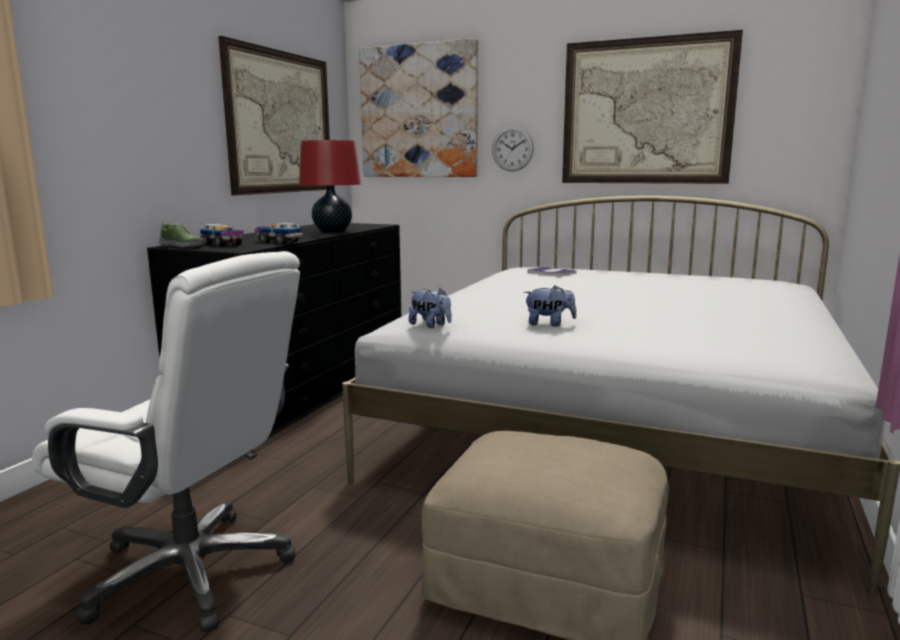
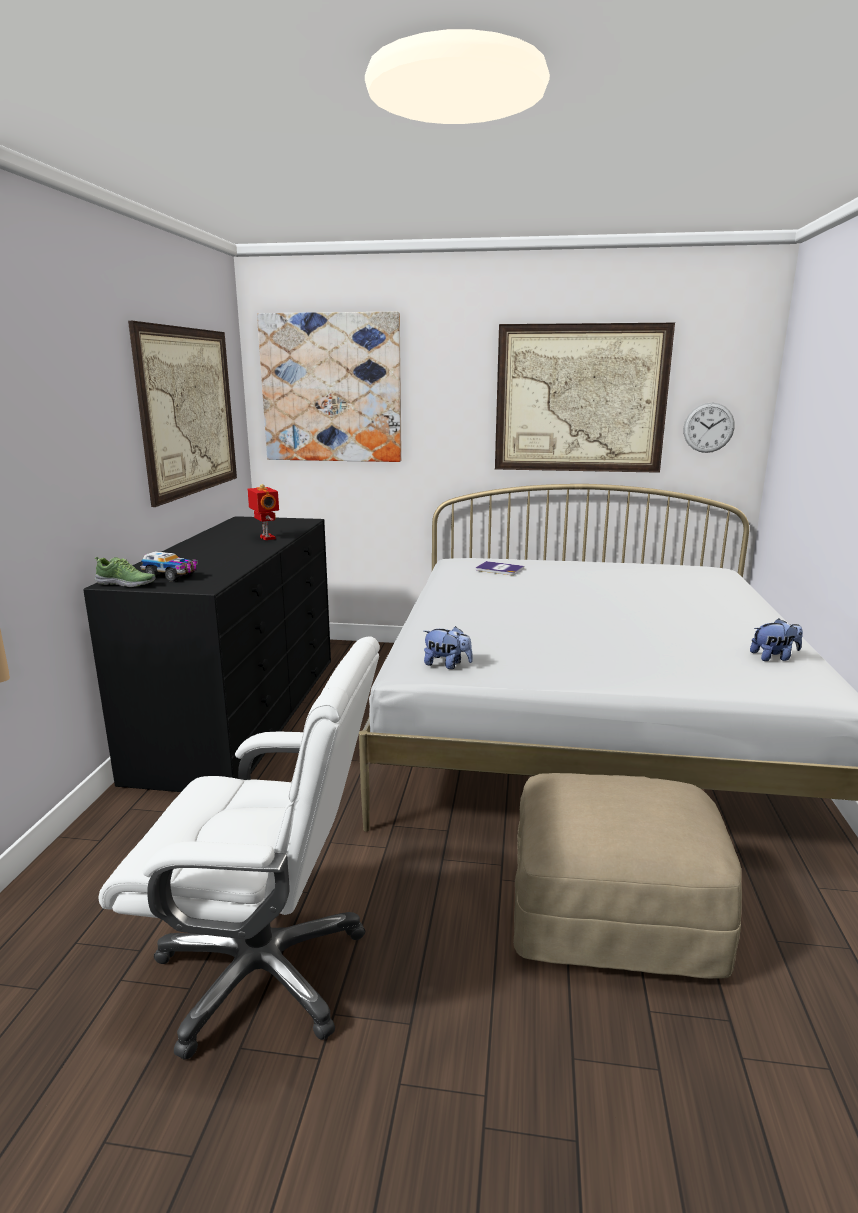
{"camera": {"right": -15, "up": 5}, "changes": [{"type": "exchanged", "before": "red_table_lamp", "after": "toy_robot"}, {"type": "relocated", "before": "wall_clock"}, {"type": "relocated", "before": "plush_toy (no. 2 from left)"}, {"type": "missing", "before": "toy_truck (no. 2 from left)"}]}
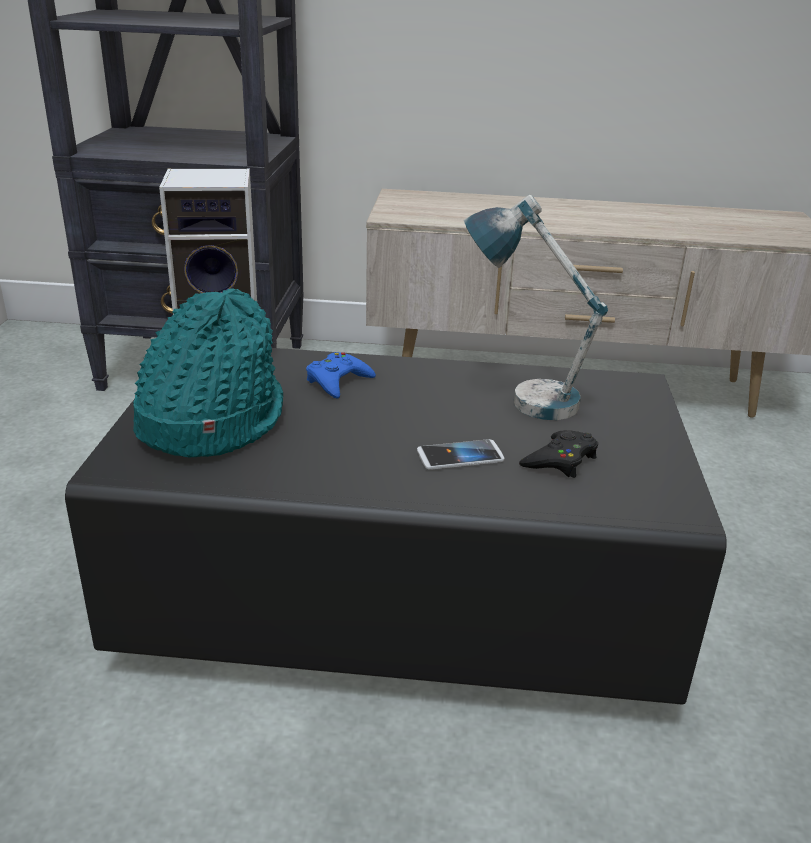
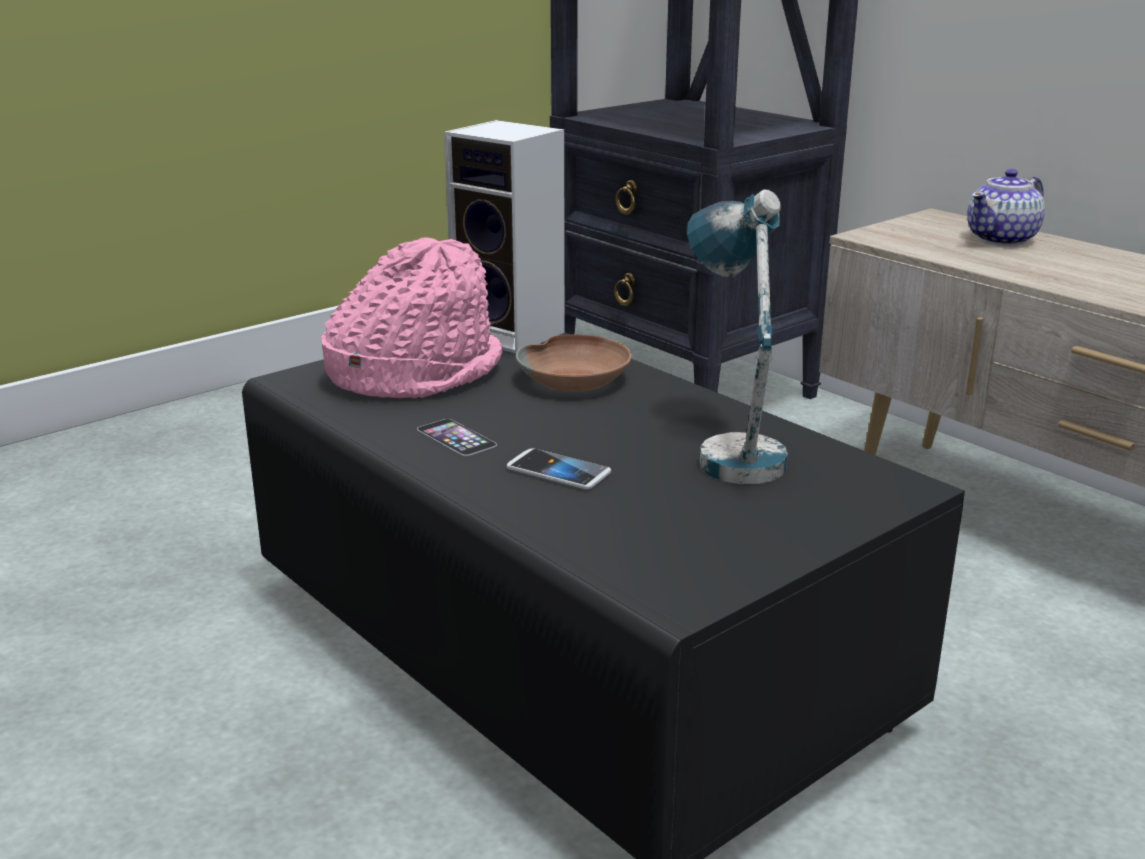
{"camera": {"right": 45, "up": -5}, "changes": [{"type": "colour", "before": "turquoise_hat", "after": "pink_hat"}, {"type": "appeared", "after": "phone (no. 1 from left)"}, {"type": "exchanged", "before": "blue_game_controller", "after": "brown_bowl"}, {"type": "appeared", "after": "teapot"}, {"type": "missing", "before": "black_game_controller"}]}
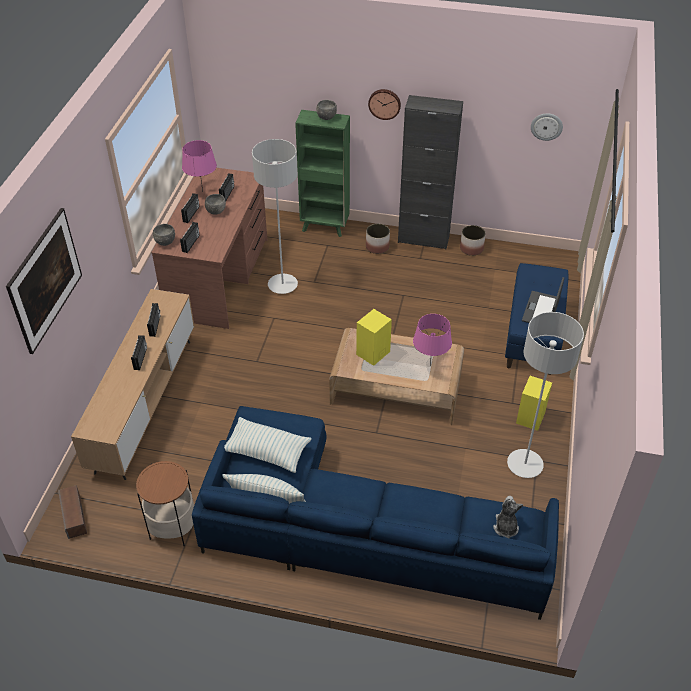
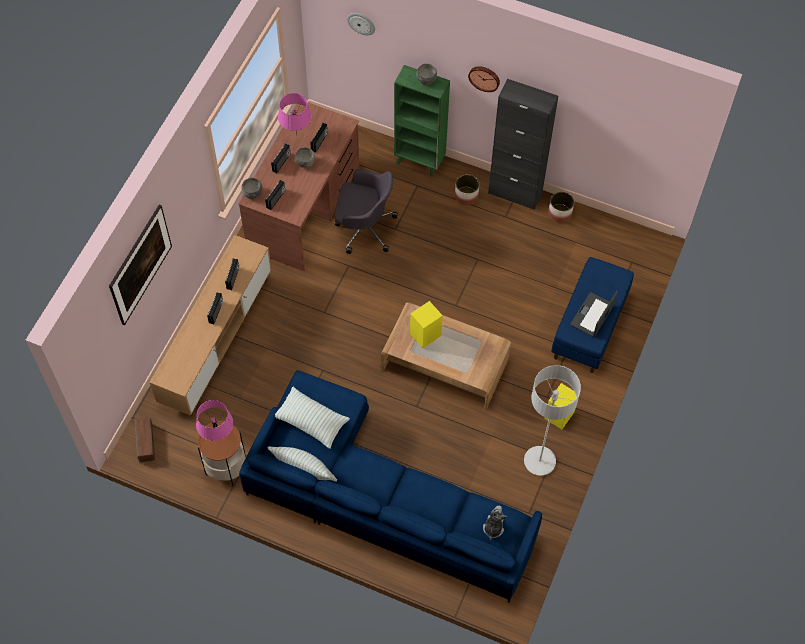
{"camera": {"right": 10, "up": 15}, "changes": [{"type": "relocated", "before": "pink_table_lamp (no. 2 from left in the first image)", "after": "pink_table_lamp (no. 1 from left)"}, {"type": "exchanged", "before": "grey_floor_lamp (no. 1 from left)", "after": "grey_office_chair"}, {"type": "relocated", "before": "wall_clock (no. 2 from left in the first image)", "after": "wall_clock (no. 1 from left)"}]}
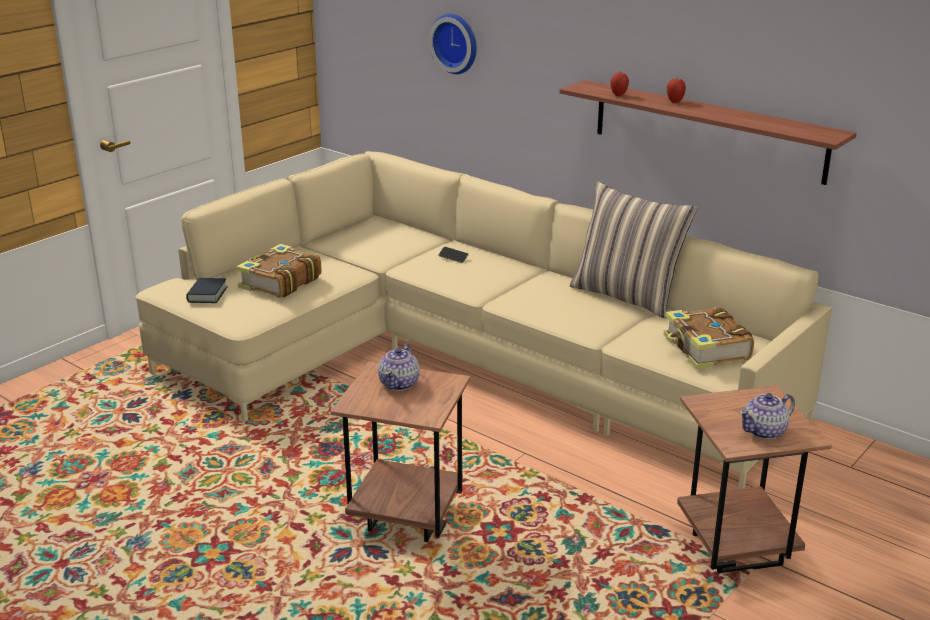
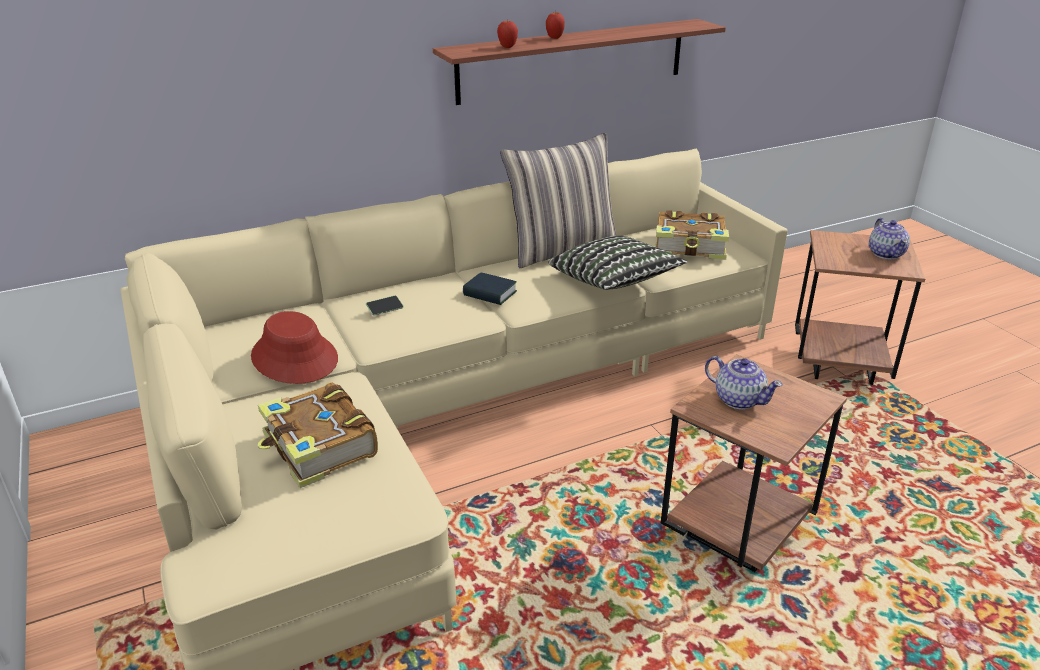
{"camera": {"right": -65, "up": 5}, "changes": [{"type": "appeared", "after": "red_hat"}, {"type": "relocated", "before": "book (no. 1 from left in the first image)", "after": "book (no. 2 from left)"}, {"type": "appeared", "after": "pillow (no. 2 from left)"}, {"type": "missing", "before": "wall_clock"}]}
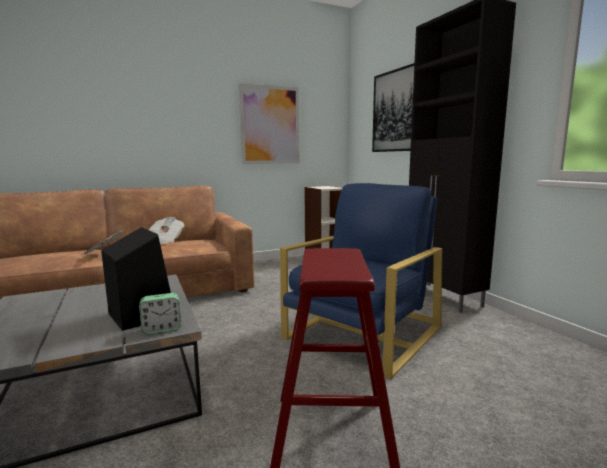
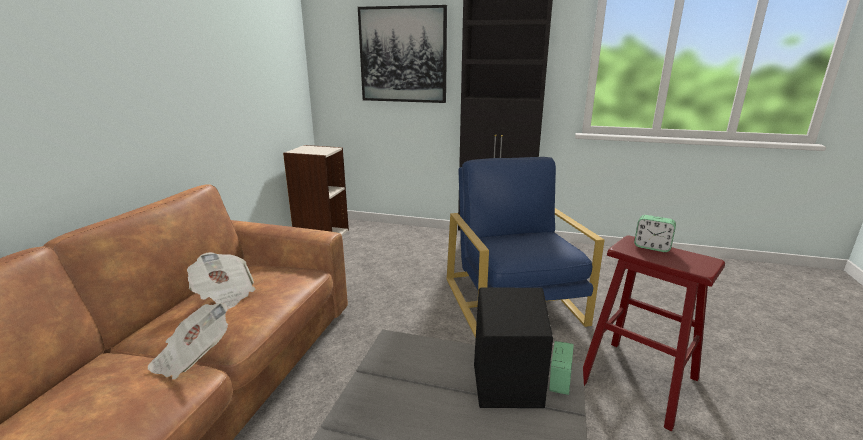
{"camera": {"right": -50, "up": 10}, "changes": [{"type": "appeared", "after": "alarm_clock (no. 2 from left)"}, {"type": "missing", "before": "picture (no. 1 from left)"}]}
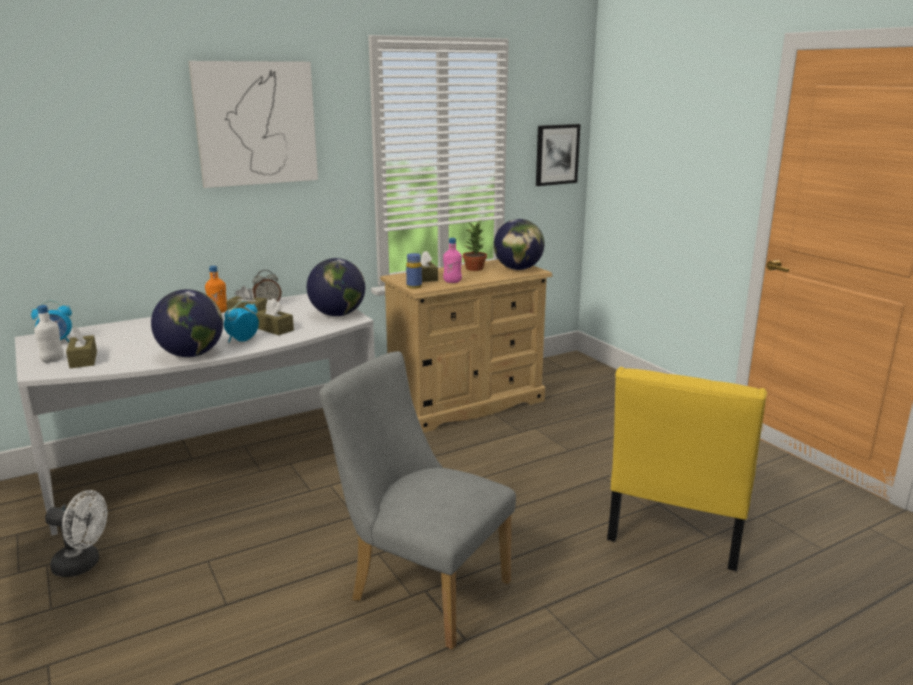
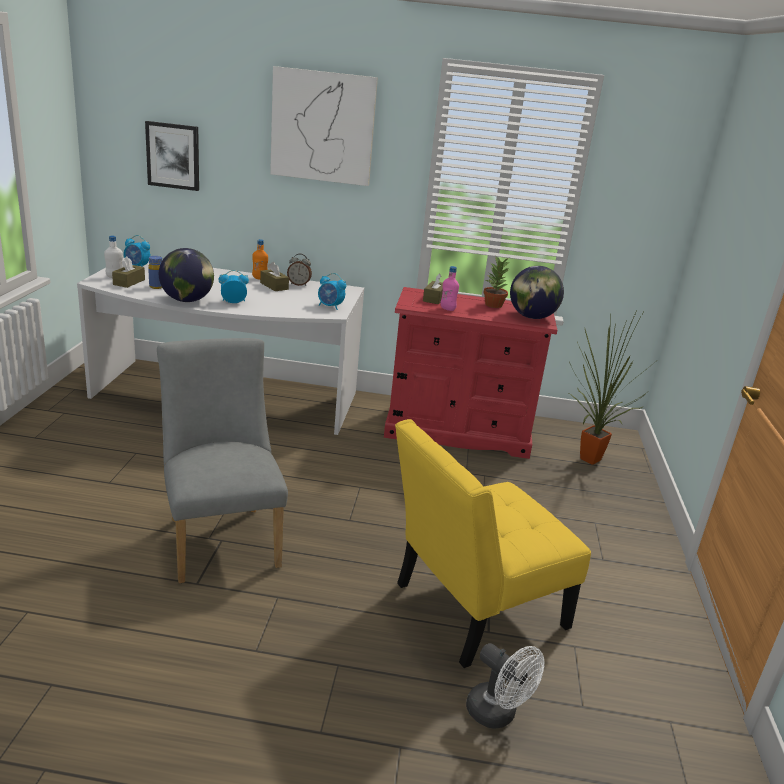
{"camera": {"right": 35, "up": 5}, "changes": [{"type": "relocated", "before": "picture (no. 2 from left in the first image)", "after": "picture (no. 1 from left)"}, {"type": "relocated", "before": "blue_bottle"}, {"type": "exchanged", "before": "globe (no. 2 from left)", "after": "alarm_clock (no. 4 from left)"}, {"type": "colour", "before": "beige_dresser", "after": "red_dresser"}, {"type": "relocated", "before": "white_fan"}, {"type": "appeared", "after": "potted_plant (no. 2 from left)"}, {"type": "missing", "before": "brown_tissue_box (no. 3 from left)"}]}
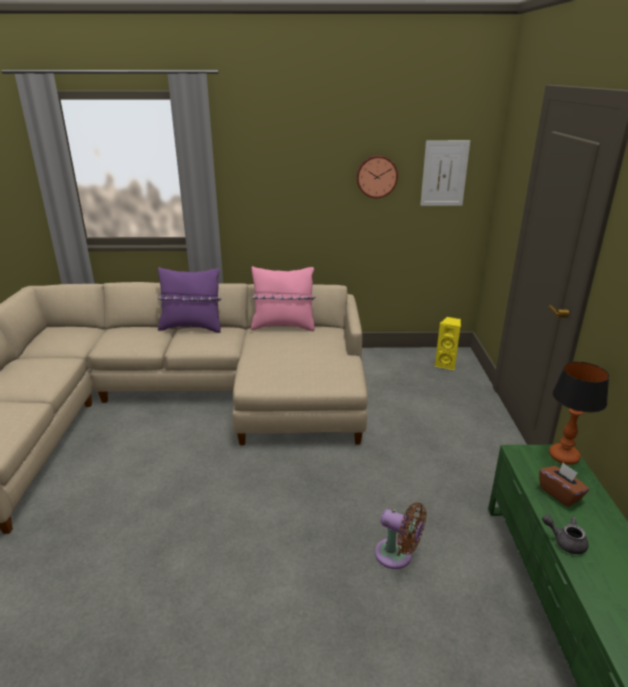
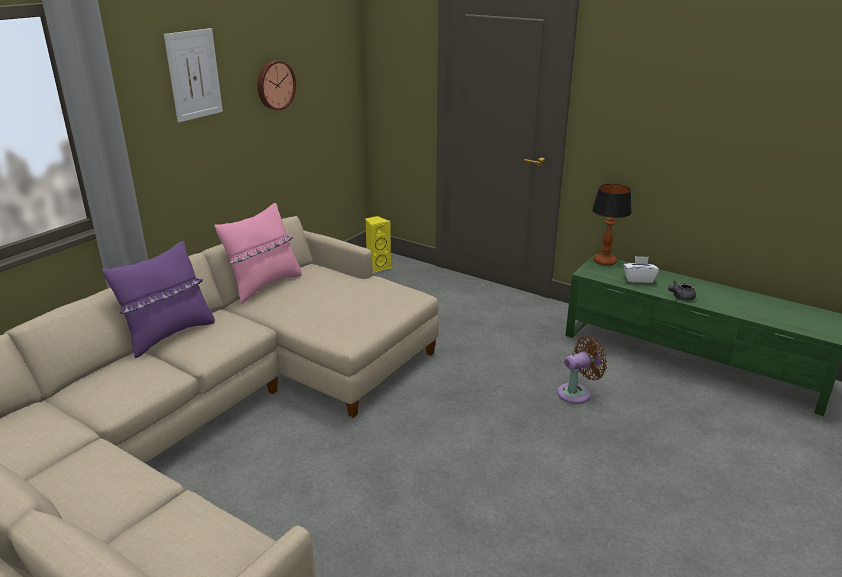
{"camera": {"right": -55, "up": 0}, "changes": [{"type": "relocated", "before": "picture"}, {"type": "colour", "before": "brown_tissue_box", "after": "white_tissue_box"}]}
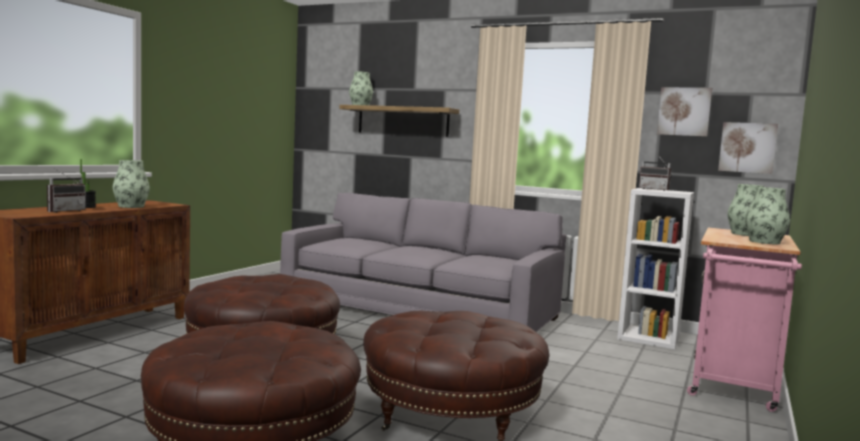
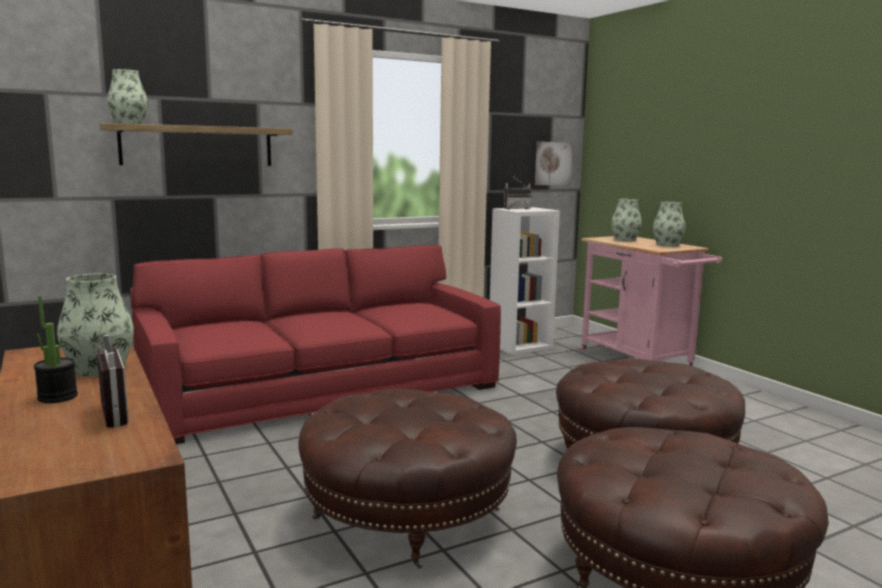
{"camera": {"right": -55, "up": 5}, "changes": [{"type": "colour", "before": "grey_sofa", "after": "red_sofa"}, {"type": "missing", "before": "picture (no. 1 from left)"}]}
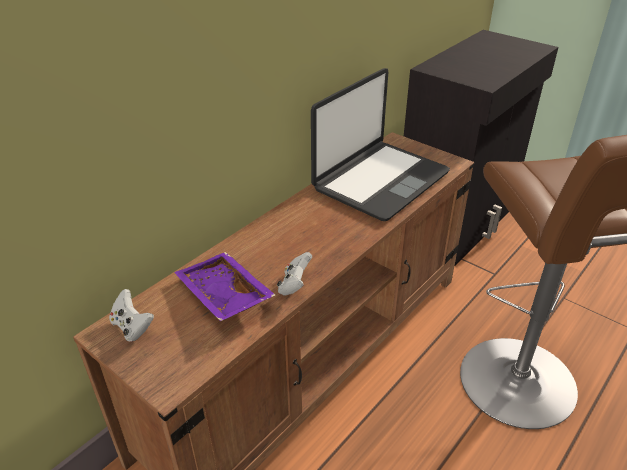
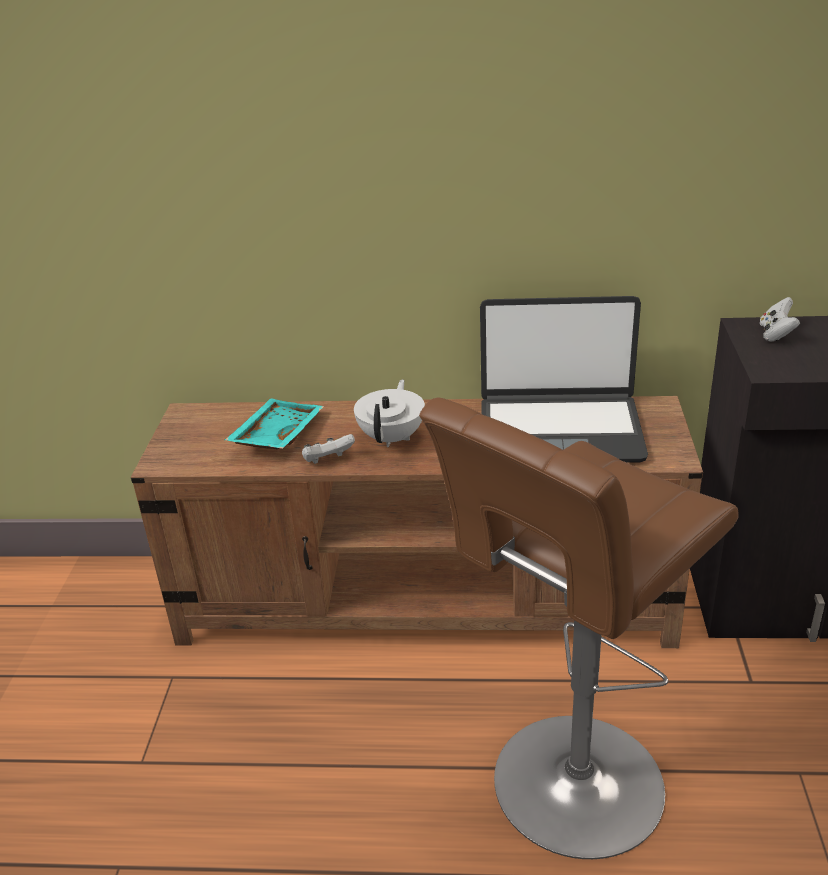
{"camera": {"right": 55, "up": -5}, "changes": [{"type": "colour", "before": "purple_tray", "after": "turquoise_tray"}, {"type": "appeared", "after": "white_teapot"}, {"type": "relocated", "before": "white_game_controller (no. 1 from left in the first image)", "after": "white_game_controller (no. 2 from left)"}]}
